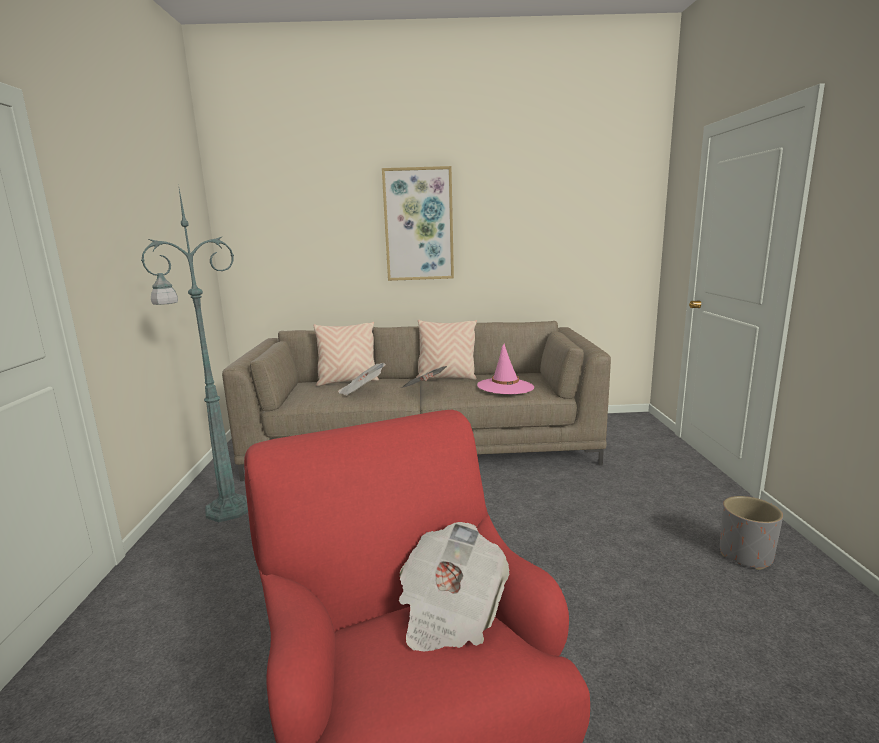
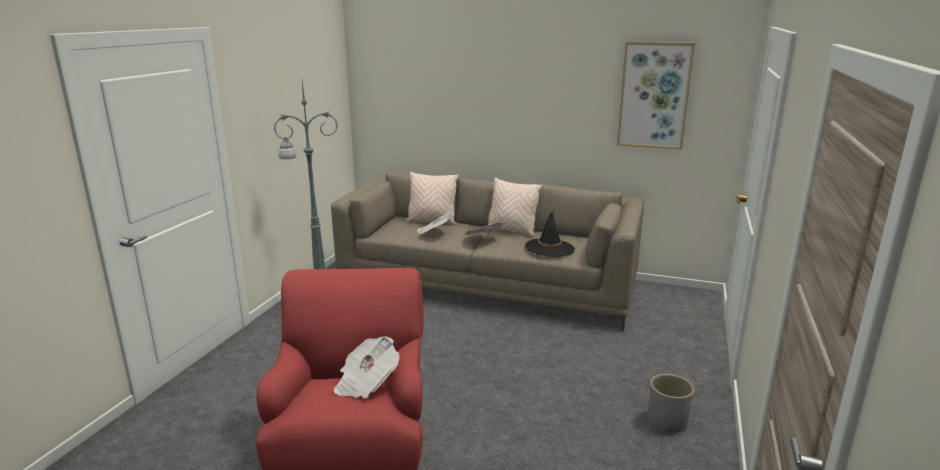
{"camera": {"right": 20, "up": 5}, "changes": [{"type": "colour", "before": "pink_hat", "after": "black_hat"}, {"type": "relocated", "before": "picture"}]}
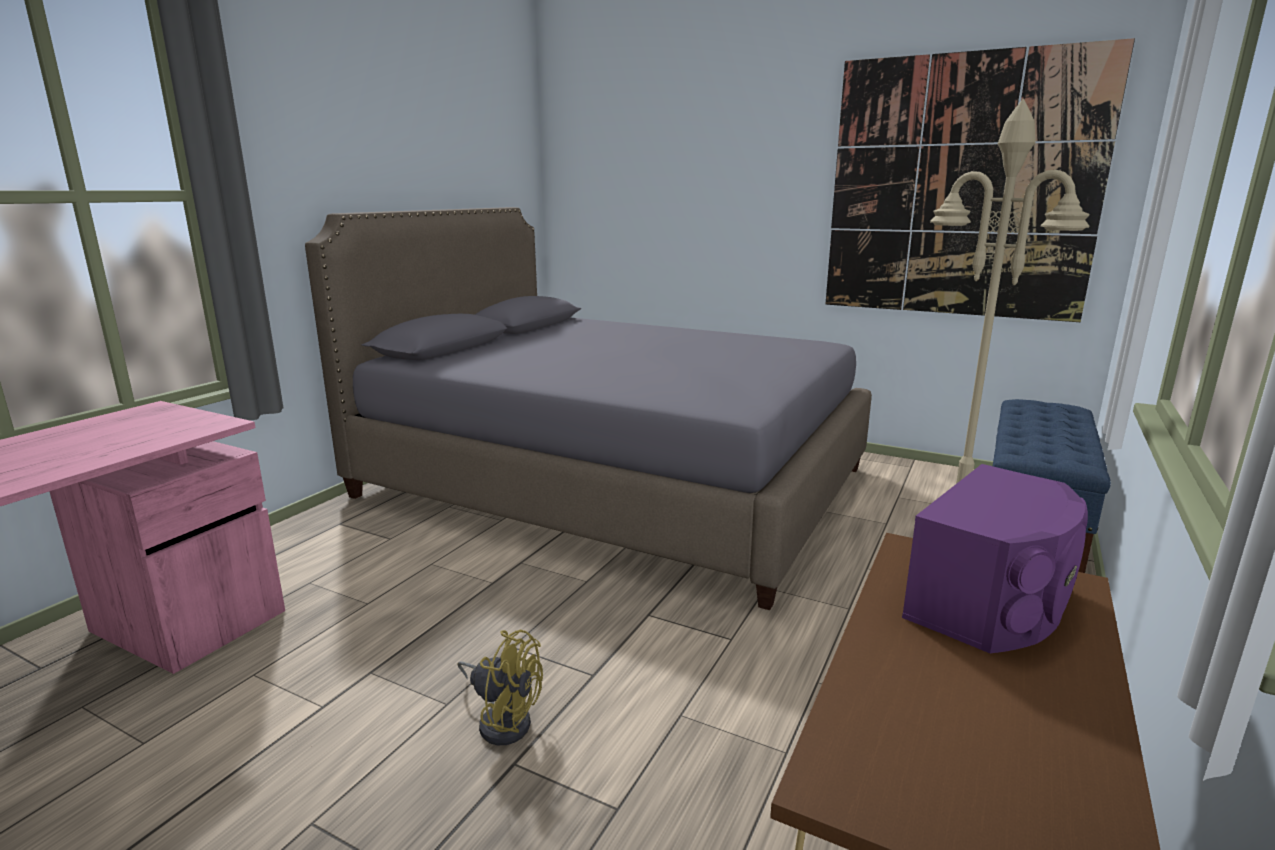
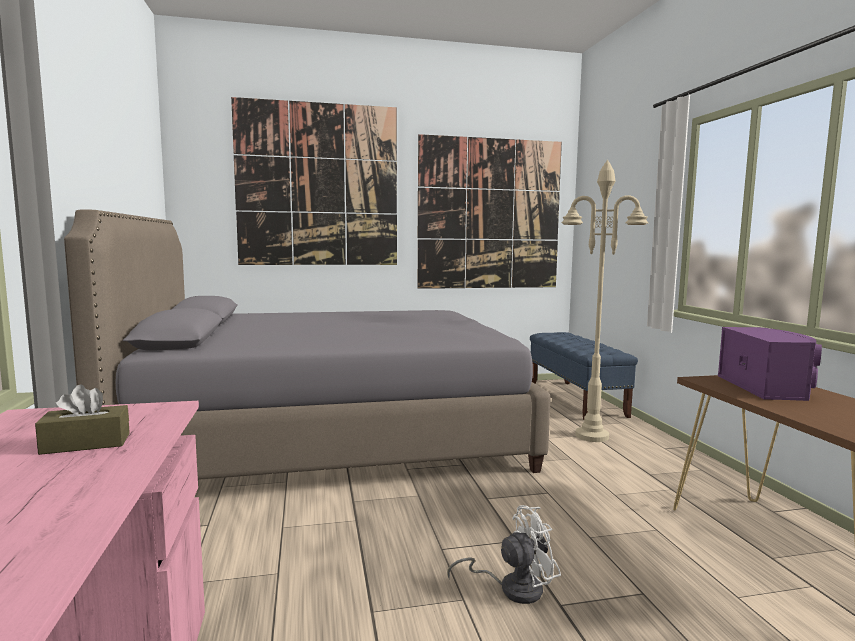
{"camera": {"right": -40, "up": -10}, "changes": [{"type": "appeared", "after": "brown_tissue_box"}, {"type": "appeared", "after": "picture (no. 1 from left)"}, {"type": "colour", "before": "yellow_fan", "after": "white_fan"}]}
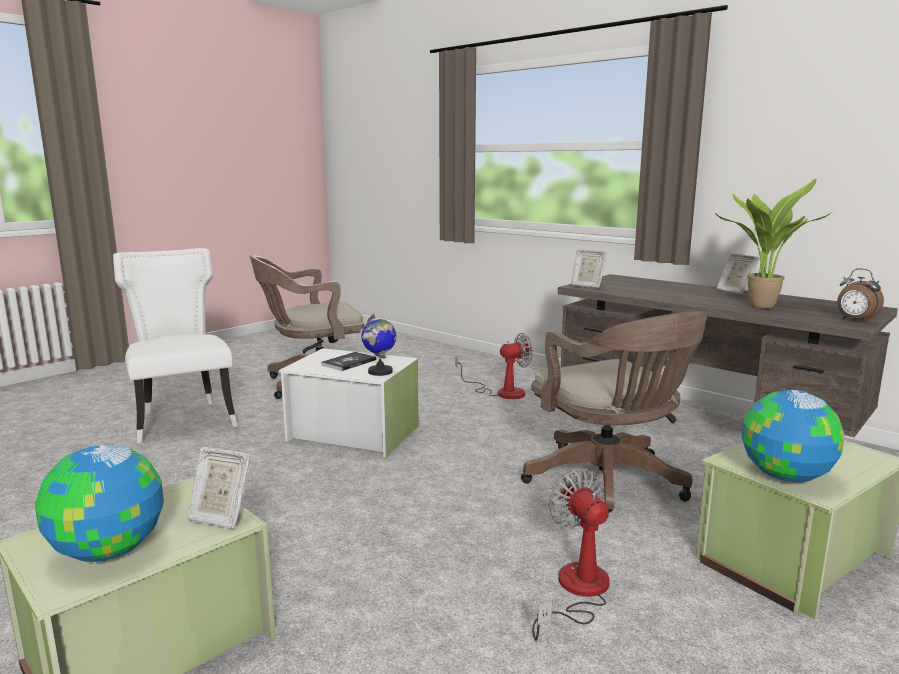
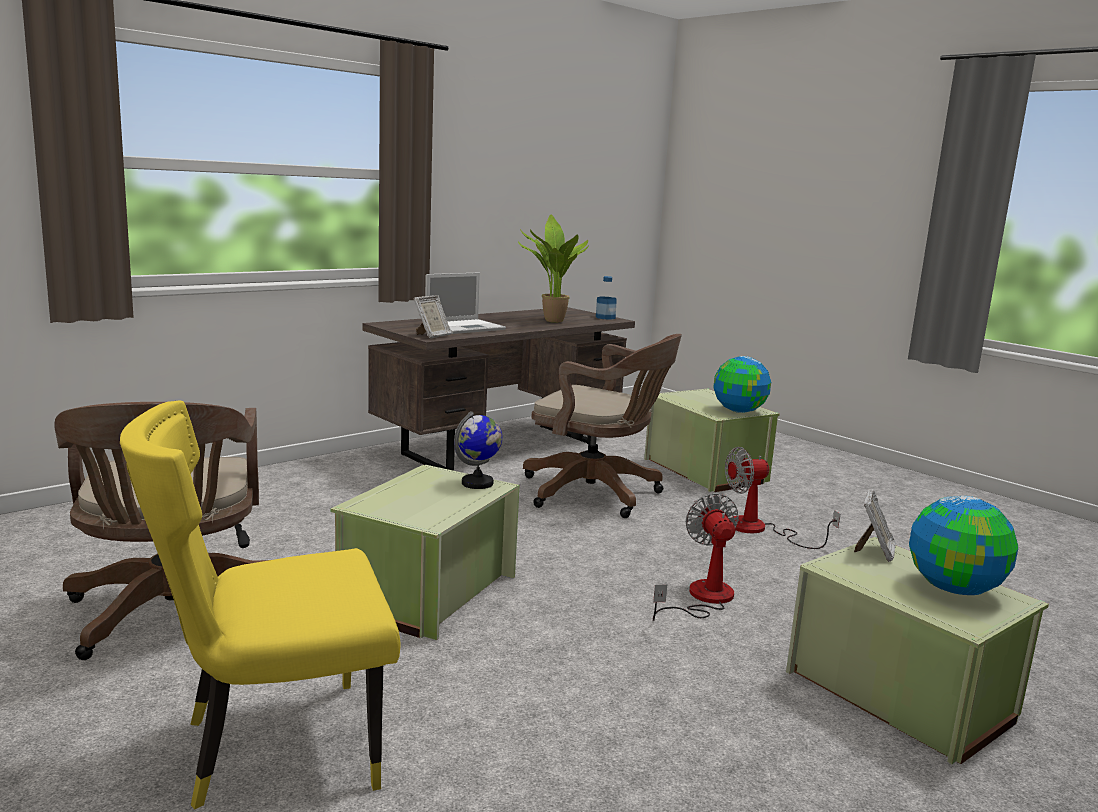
{"camera": {"right": -85, "up": 0}, "changes": [{"type": "colour", "before": "white_chair", "after": "yellow_chair"}, {"type": "colour", "before": "white_storage_box", "after": "green_storage_box (no. 1 from left)"}, {"type": "appeared", "after": "laptop"}, {"type": "spun", "before": "brown_office_chair (no. 2 from left)", "turn": 45}, {"type": "exchanged", "before": "alarm_clock", "after": "bottle"}, {"type": "relocated", "before": "fan (no. 1 from left)"}, {"type": "missing", "before": "book"}, {"type": "missing", "before": "picture_frame (no. 3 from left)"}]}
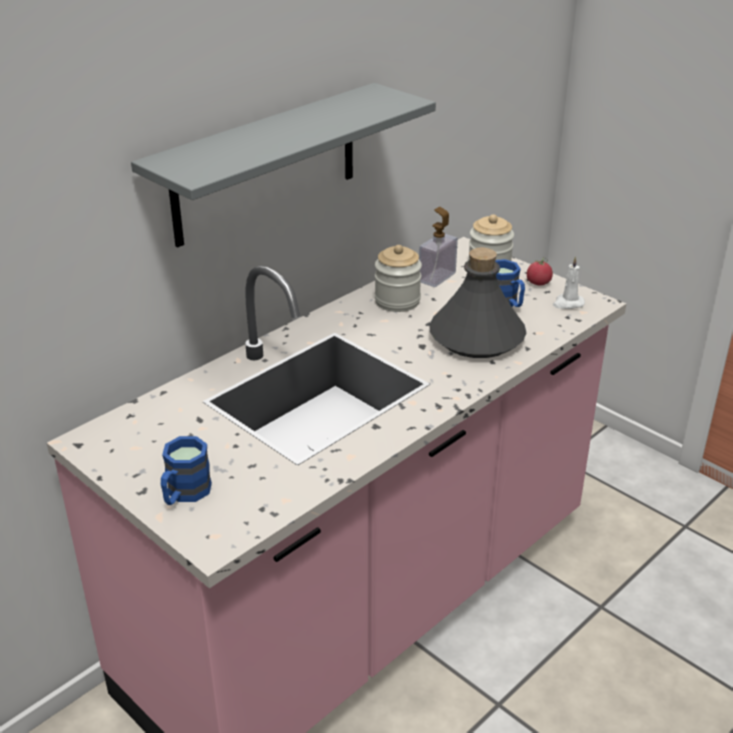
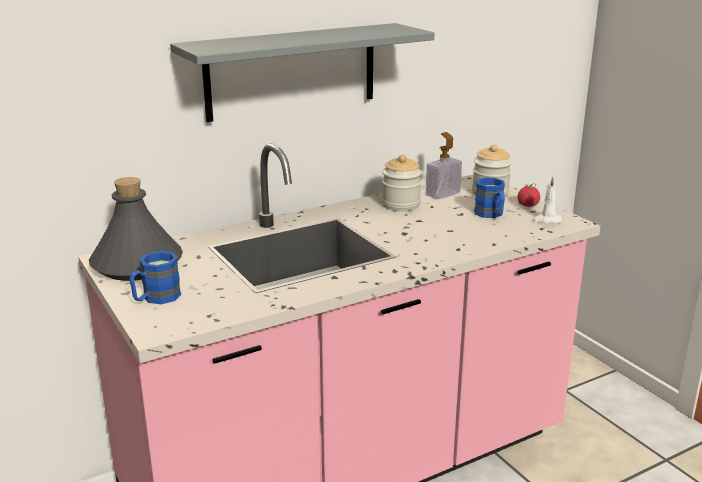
{"camera": {"right": 15, "up": -10}, "changes": [{"type": "relocated", "before": "grey_bottle"}]}
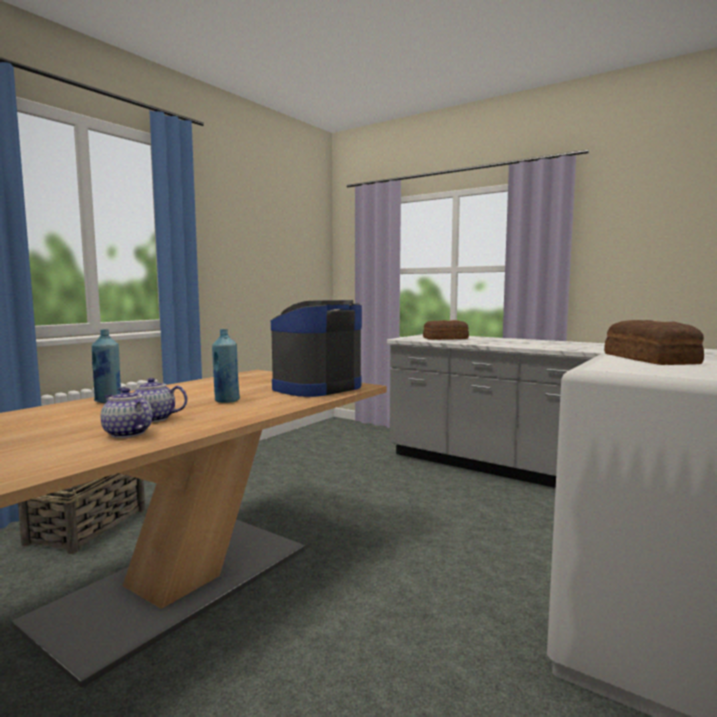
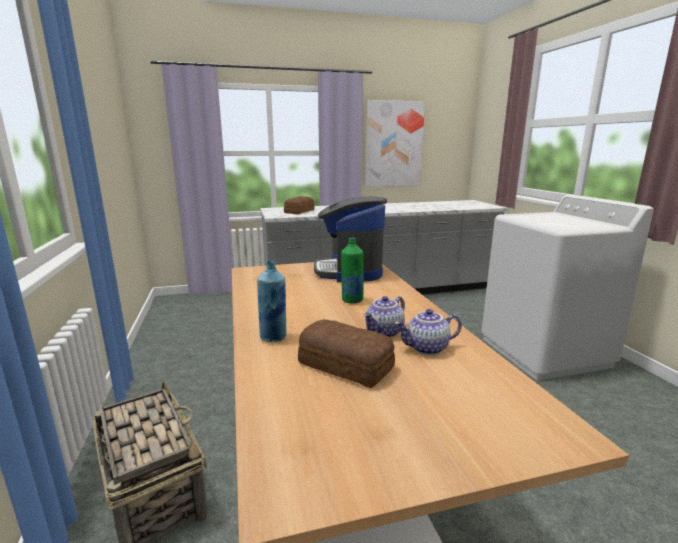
{"camera": {"right": -50, "up": 10}, "changes": [{"type": "relocated", "before": "bread (no. 2 from left)"}, {"type": "colour", "before": "blue_bottle (no. 2 from left)", "after": "green_bottle"}, {"type": "appeared", "after": "picture"}]}
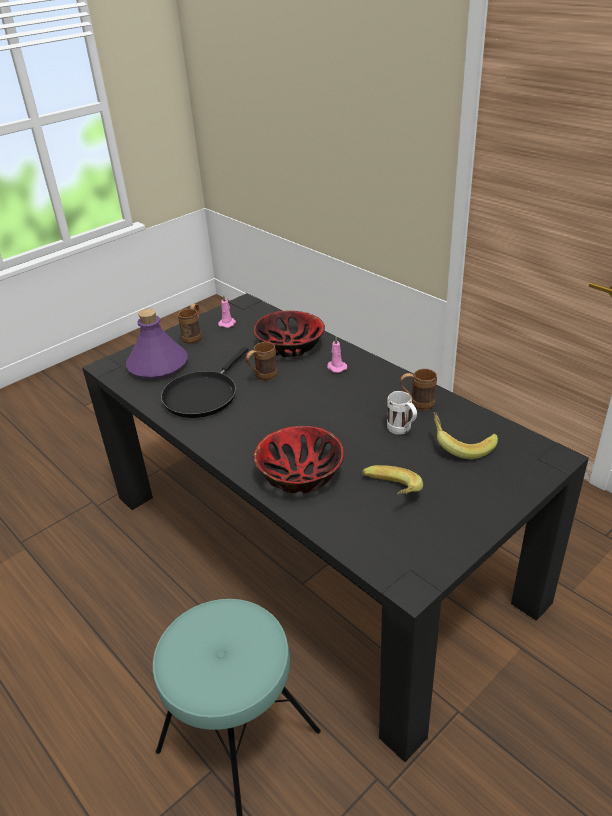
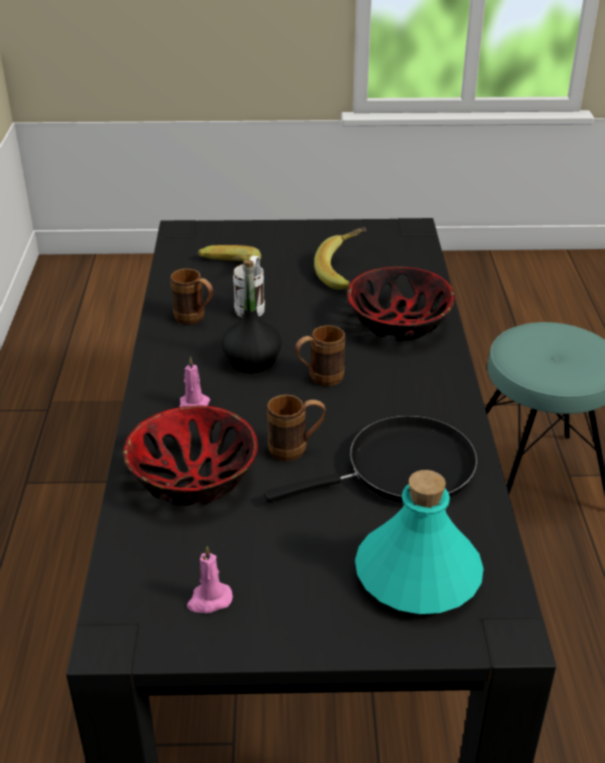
{"camera": {"right": -140, "up": 0}, "changes": [{"type": "appeared", "after": "black_bottle"}, {"type": "relocated", "before": "brown_mug (no. 1 from left in the first image)", "after": "brown_mug (no. 3 from left)"}, {"type": "colour", "before": "purple_bottle", "after": "turquoise_bottle"}]}
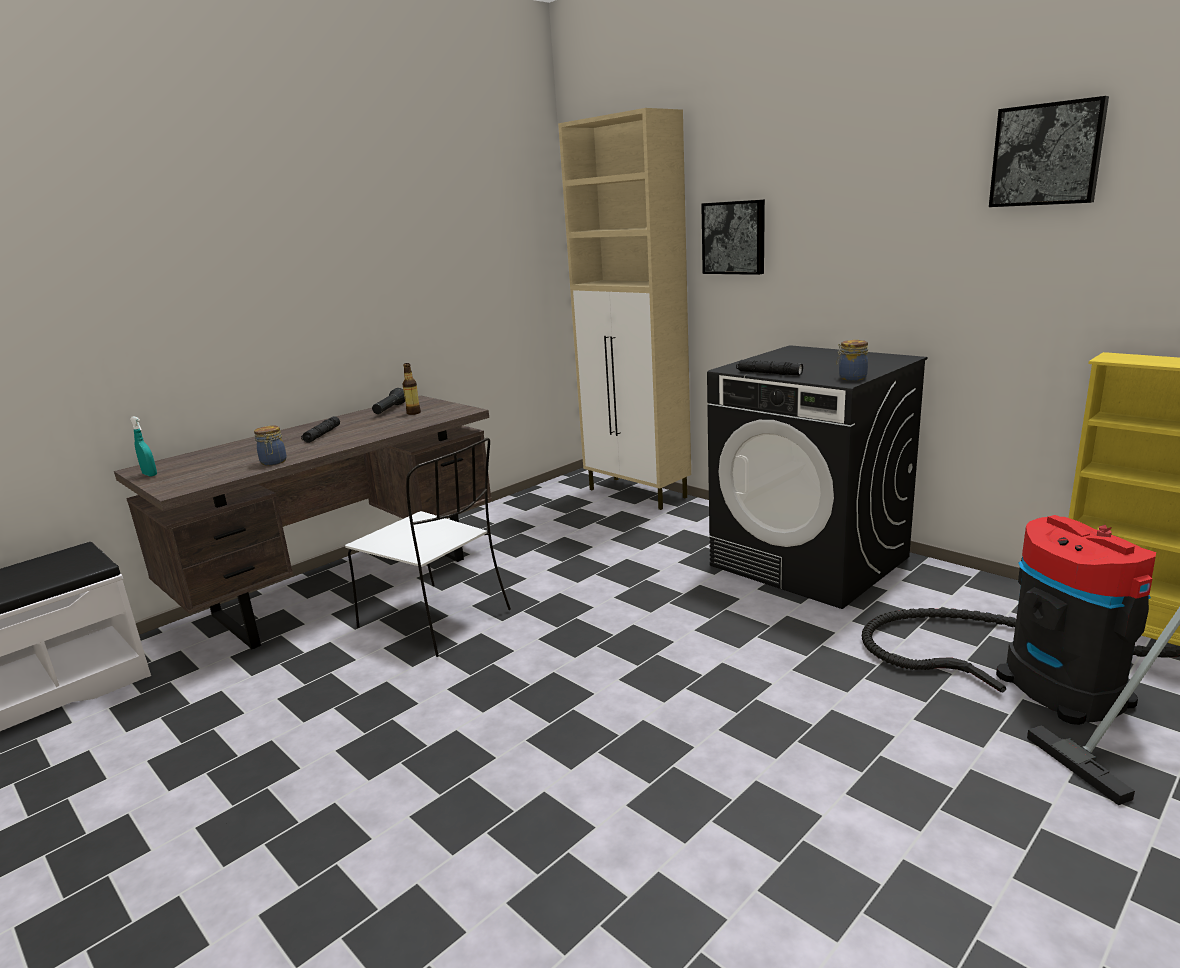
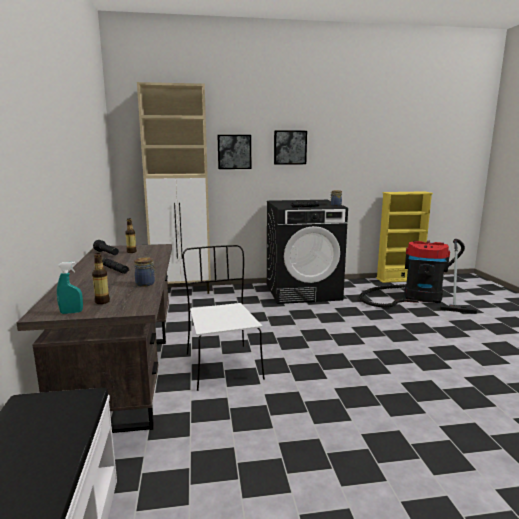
{"camera": {"right": -55, "up": -5}, "changes": [{"type": "appeared", "after": "bottle (no. 1 from left)"}, {"type": "spun", "before": "white_chair", "turn": -90}, {"type": "relocated", "before": "picture (no. 2 from left)"}]}
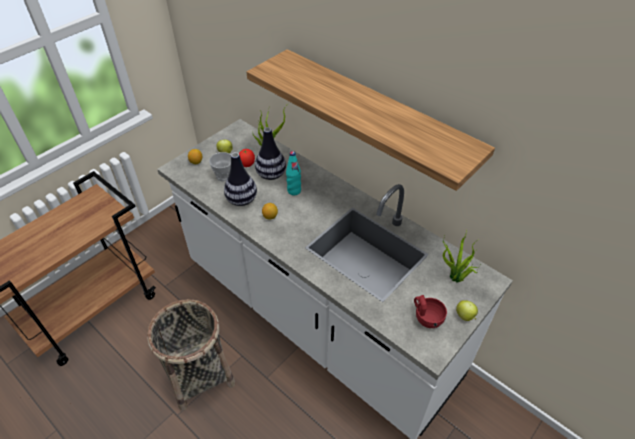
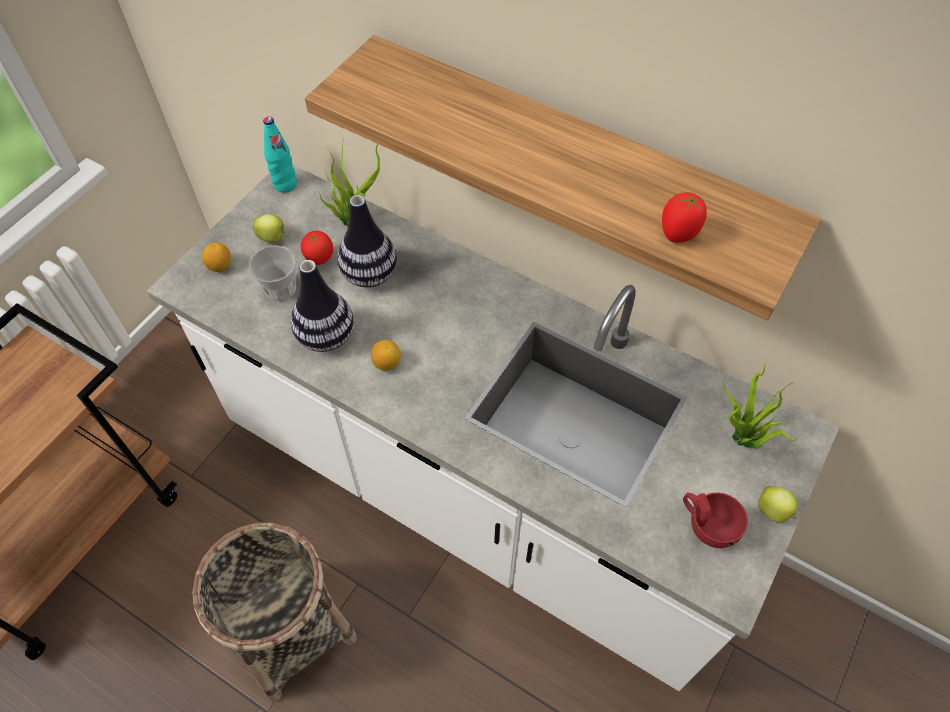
{"camera": {"right": -10, "up": 10}, "changes": [{"type": "relocated", "before": "turquoise_bottle"}, {"type": "appeared", "after": "tomato (no. 2 from left)"}]}
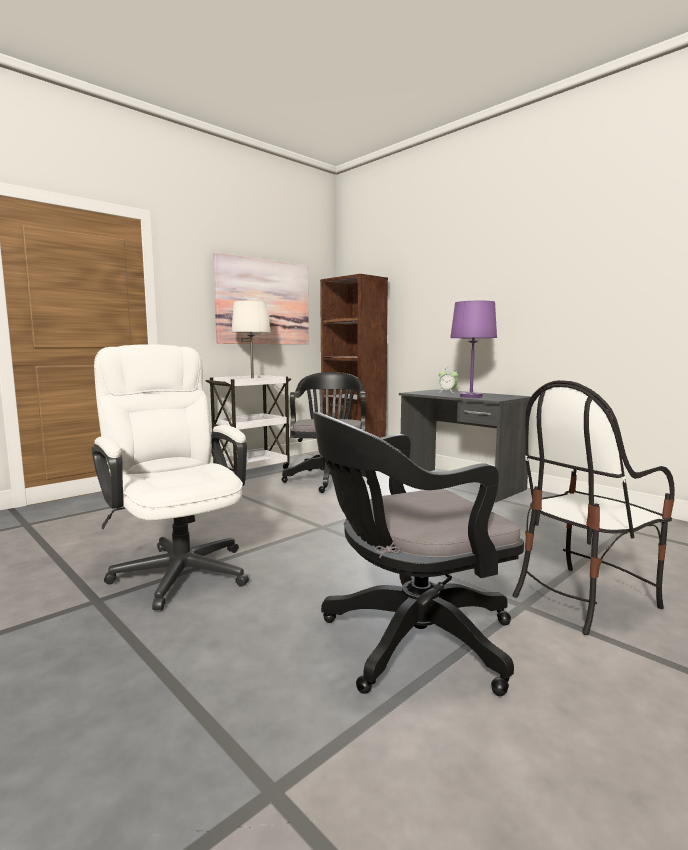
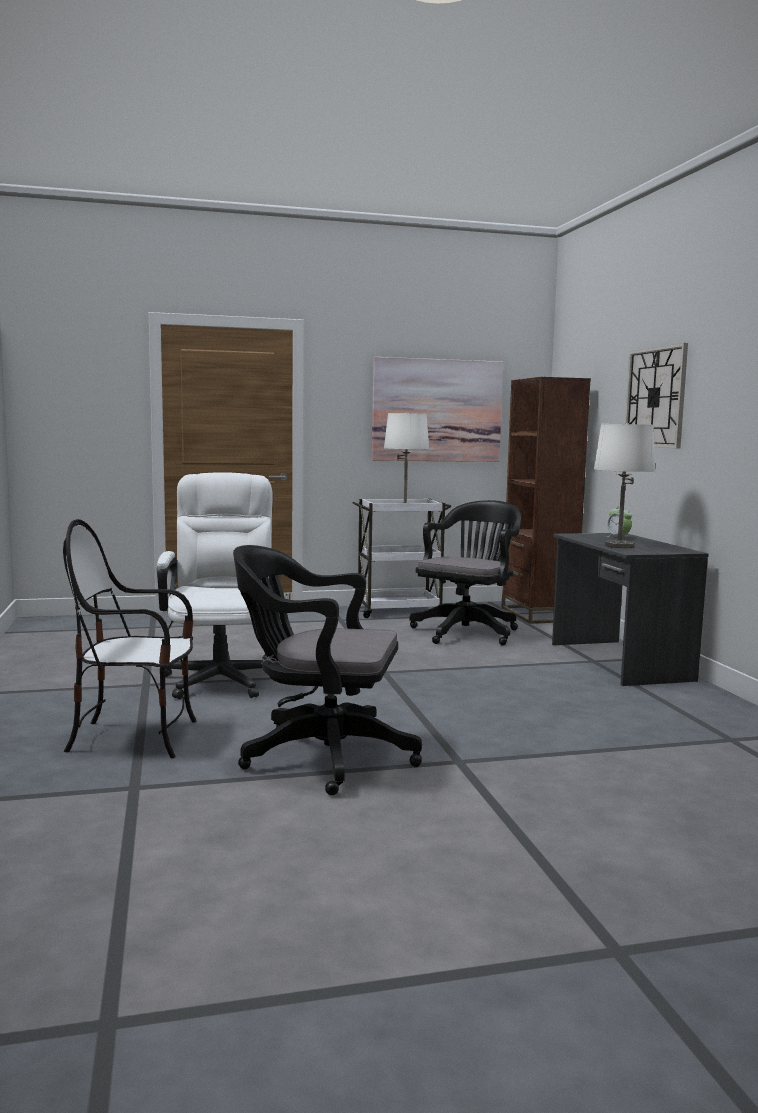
{"camera": {"right": 30, "up": 0}, "changes": [{"type": "relocated", "before": "chair"}, {"type": "colour", "before": "purple_table_lamp", "after": "white_table_lamp (no. 2 from left)"}, {"type": "appeared", "after": "wall_clock"}]}
